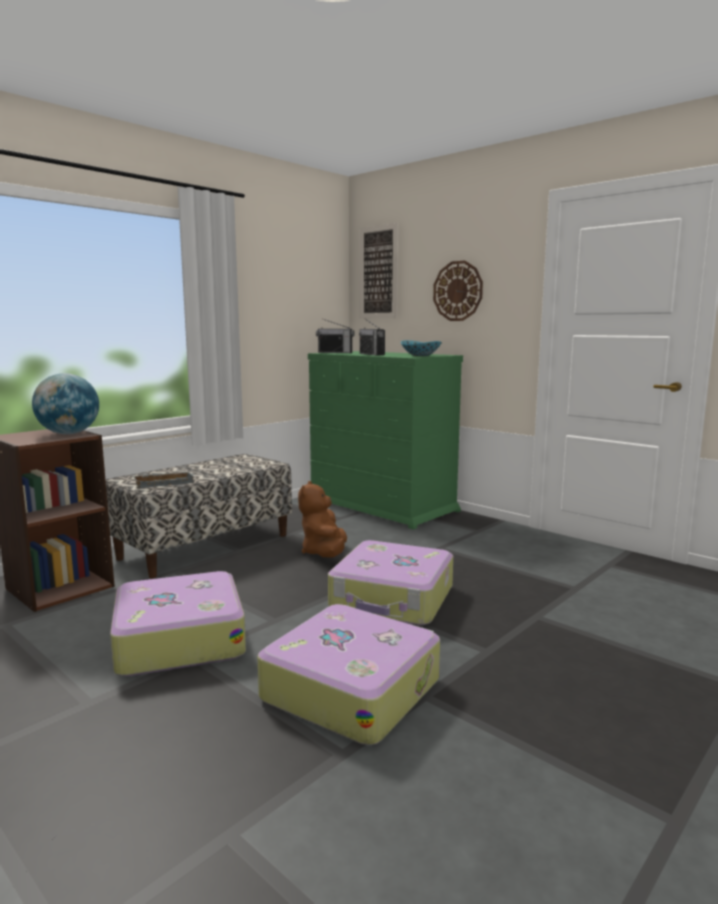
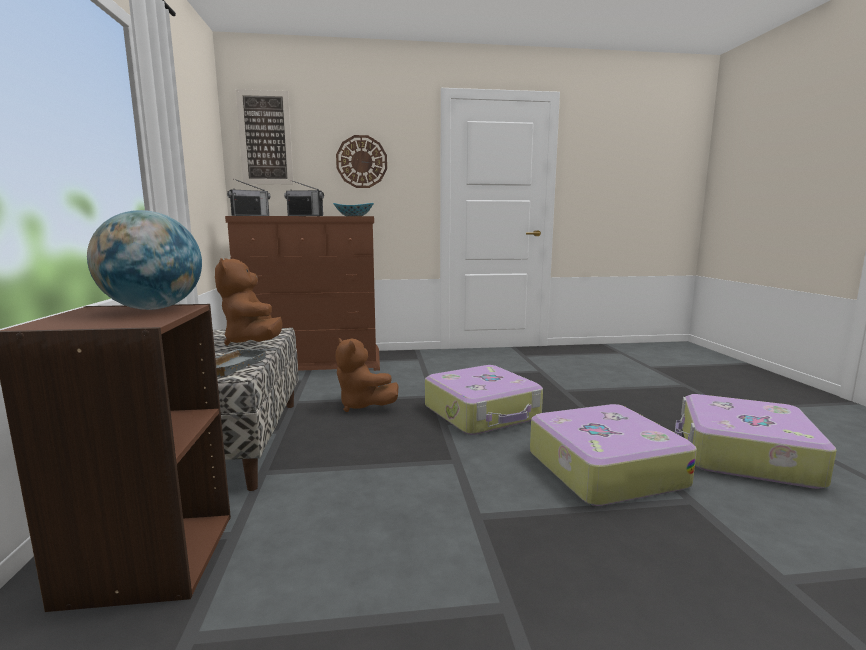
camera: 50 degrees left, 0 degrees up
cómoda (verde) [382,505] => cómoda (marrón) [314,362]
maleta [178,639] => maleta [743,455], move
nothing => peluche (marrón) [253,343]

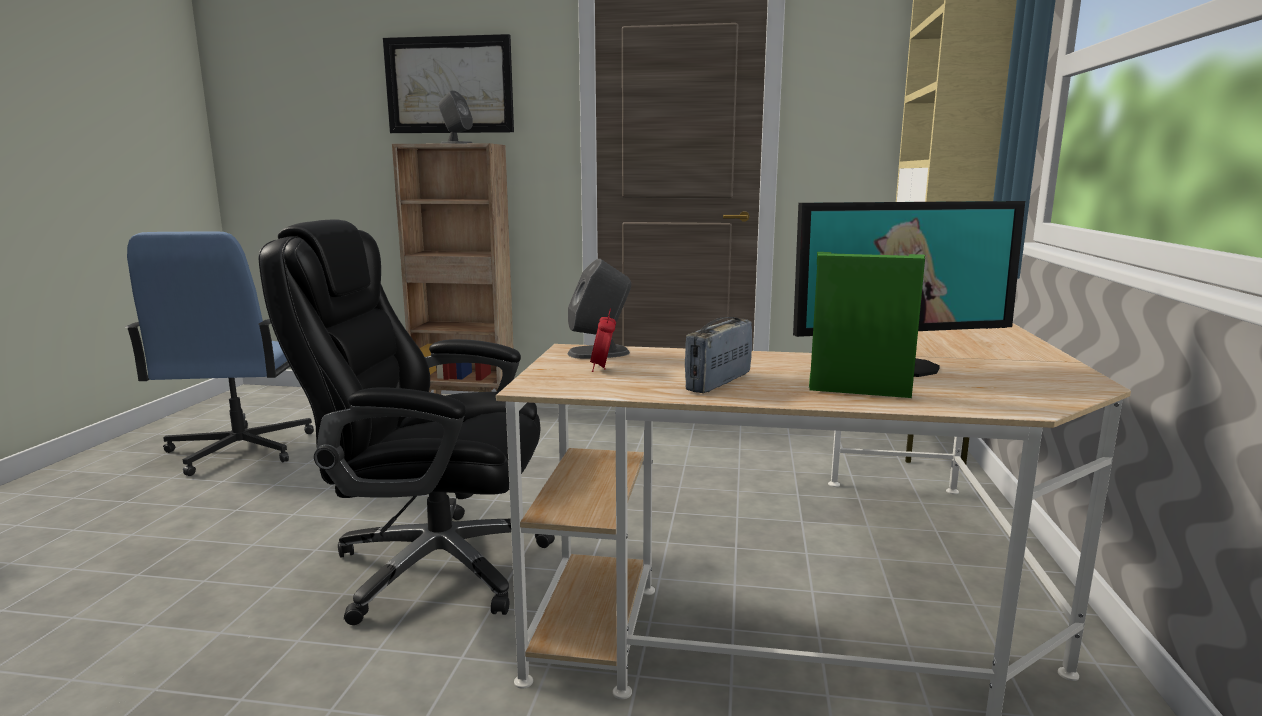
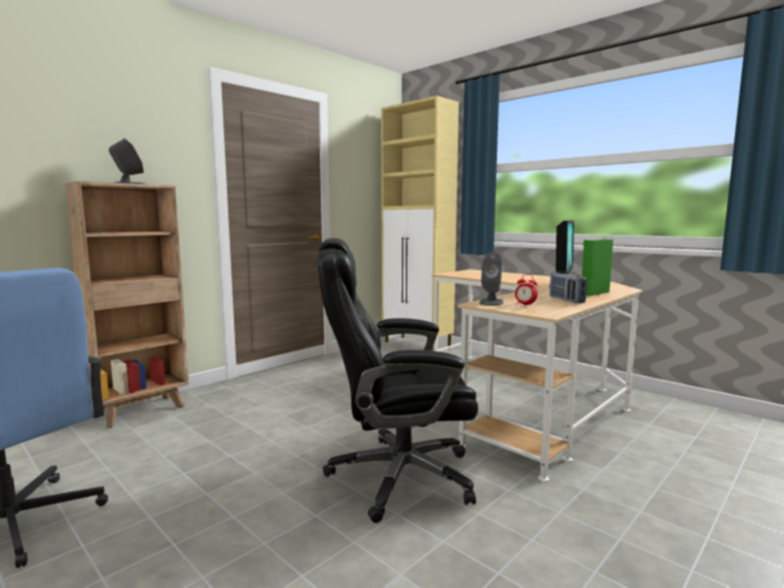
camera: 55 degrees left, 5 degrees down
cuadro [449,85] => nothing
silla de oficina (negro) [435,566] => silla de oficina (negro) [398,476], 45 degrees clockwise

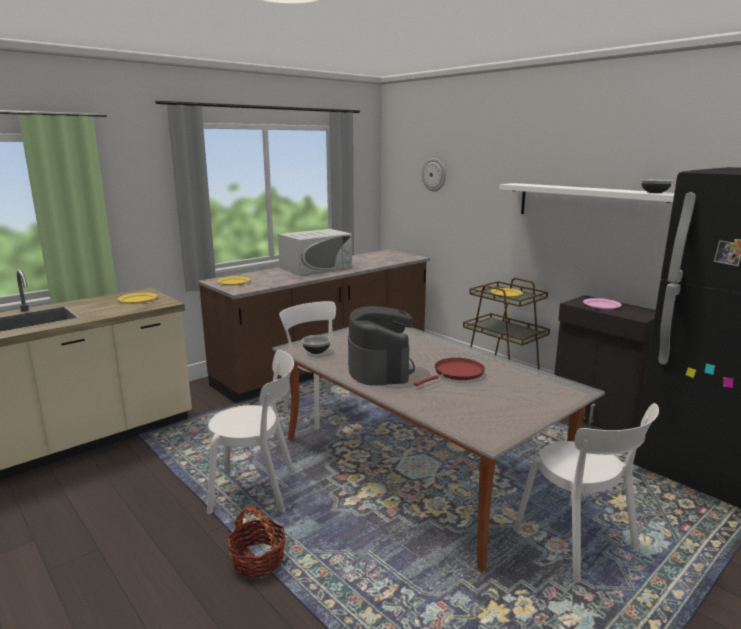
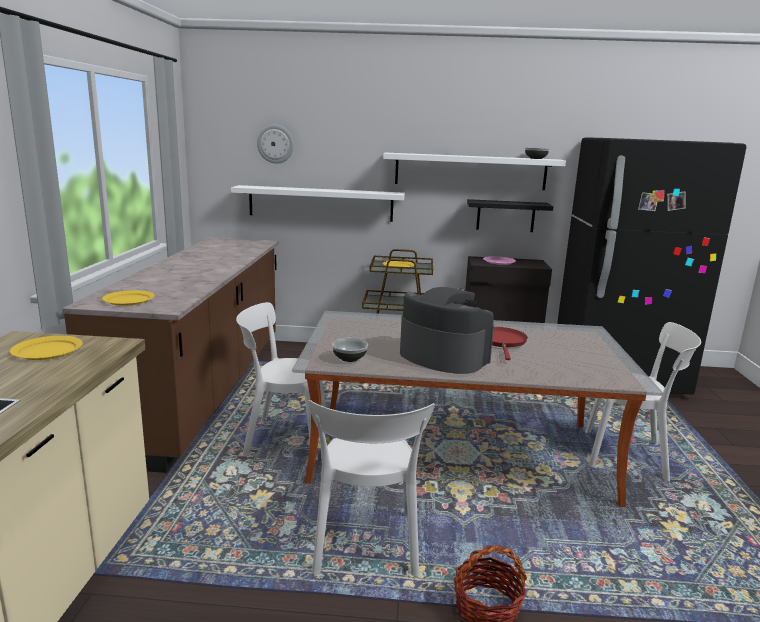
camera: 45 degrees left, 0 degrees up
microondas (blanco) [316,267] => nothing
silla (blanco) [258,489] => silla (blanco) [365,546], 135 degrees clockwise
nothing => estante (blanco) [320,203]
nothing => estante (negro) [505,216]

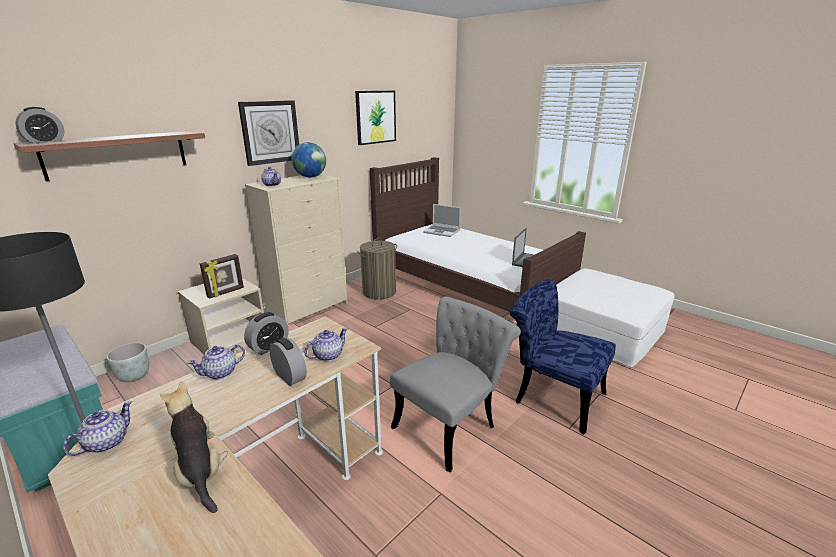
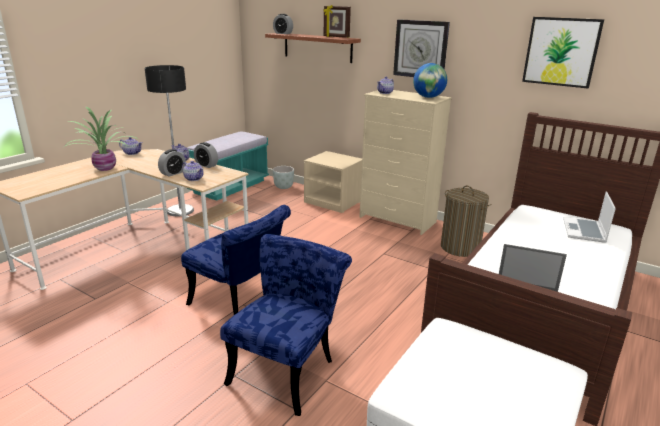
camera: 80 degrees right, 0 degrees up
portarretratos [226,292] => portarretratos [336,37], move
silla (gris) [451,424] => silla (azul) [240,303]
peluche [200,471] => planta en maceta [104,169]

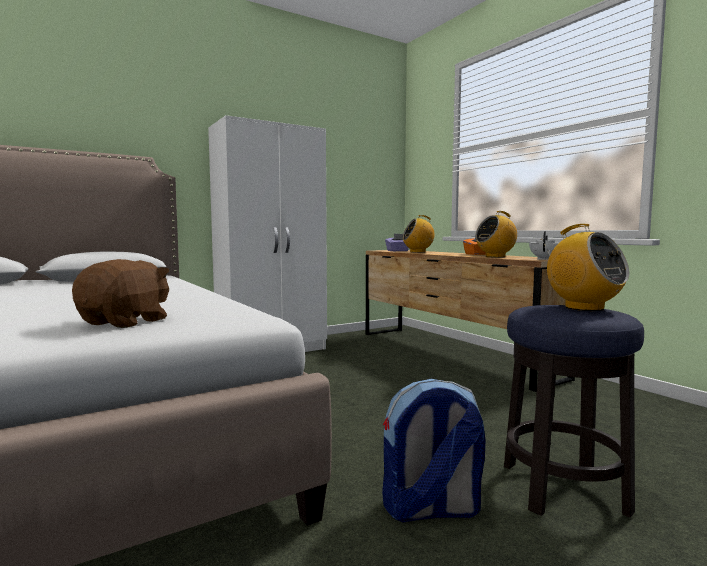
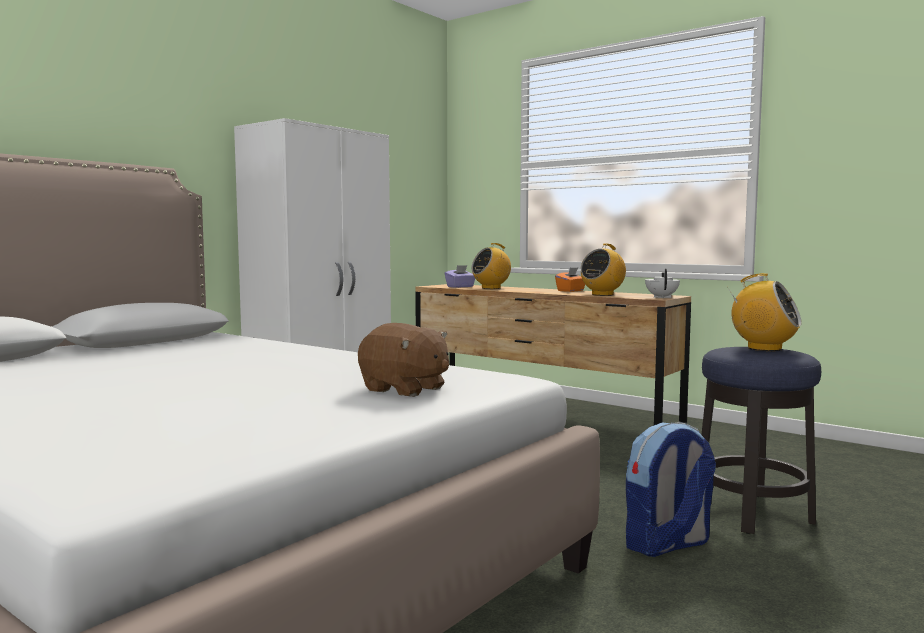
camera: 20 degrees left, 0 degrees up
peluche (marrón) [126,322] => peluche (marrón) [404,389], 120 degrees clockwise

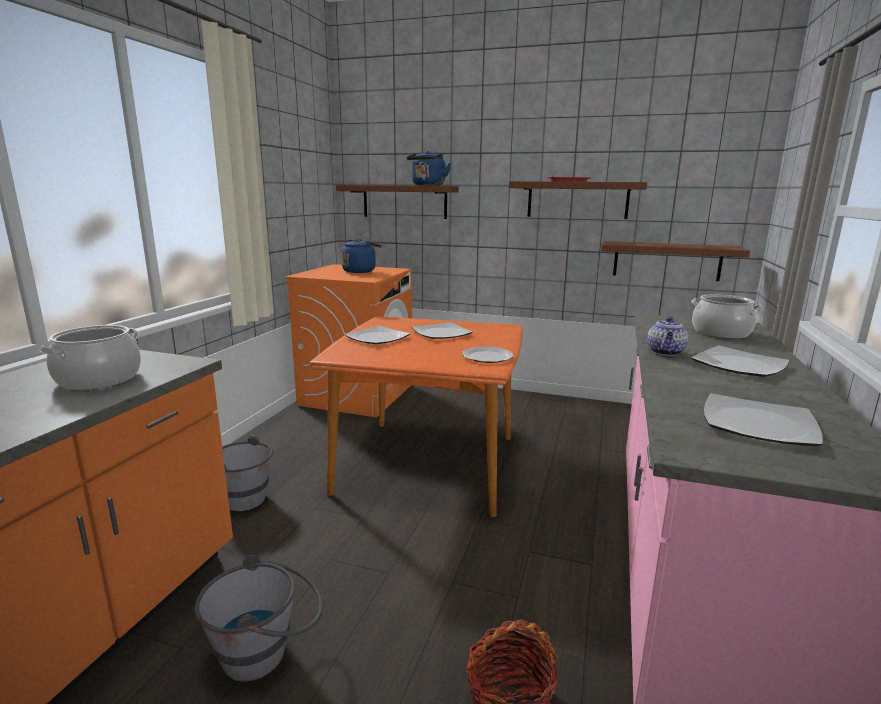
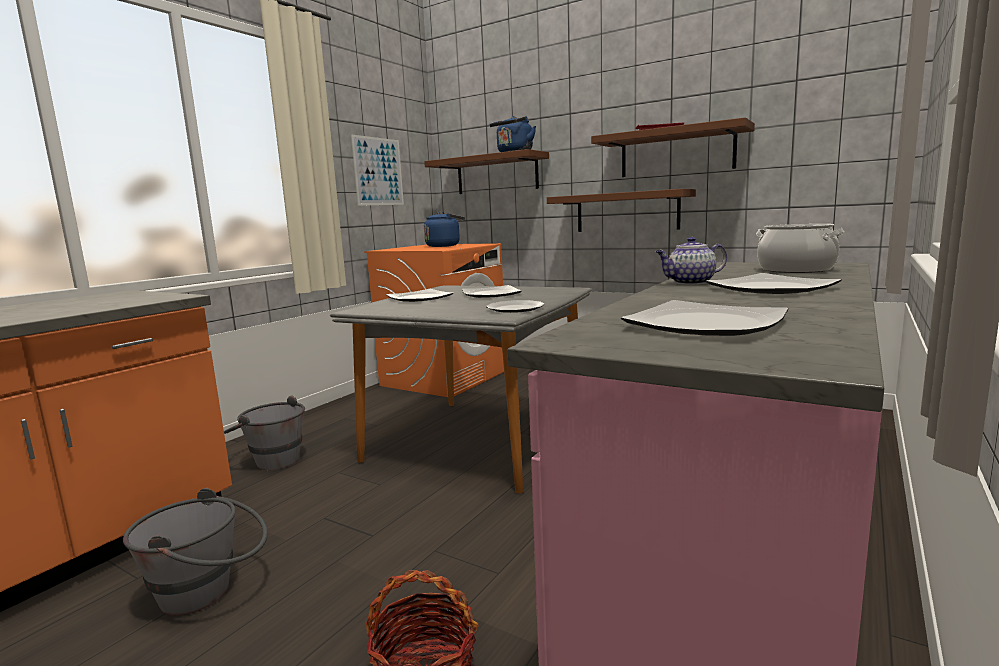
camera: 15 degrees right, 5 degrees down
estante (marrón) [666,260] => estante (marrón) [627,212], move
mesa de comedor (naranja) [429,463] => mesa de comedor (gris) [479,440]
tetera [666,352] => tetera [690,282], 45 degrees clockwise
olla [99,379] => nothing
nothing => cuadro [378,171]

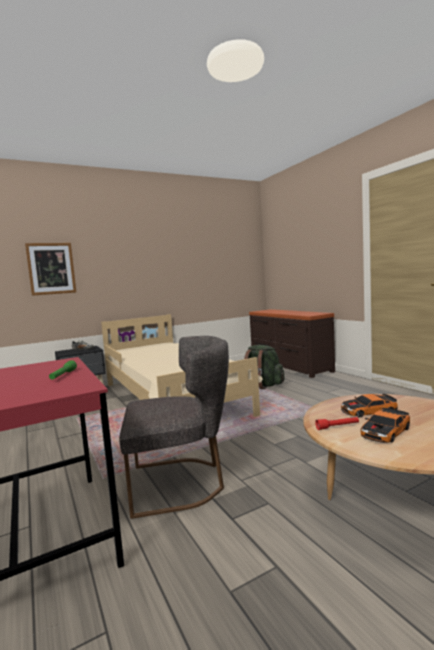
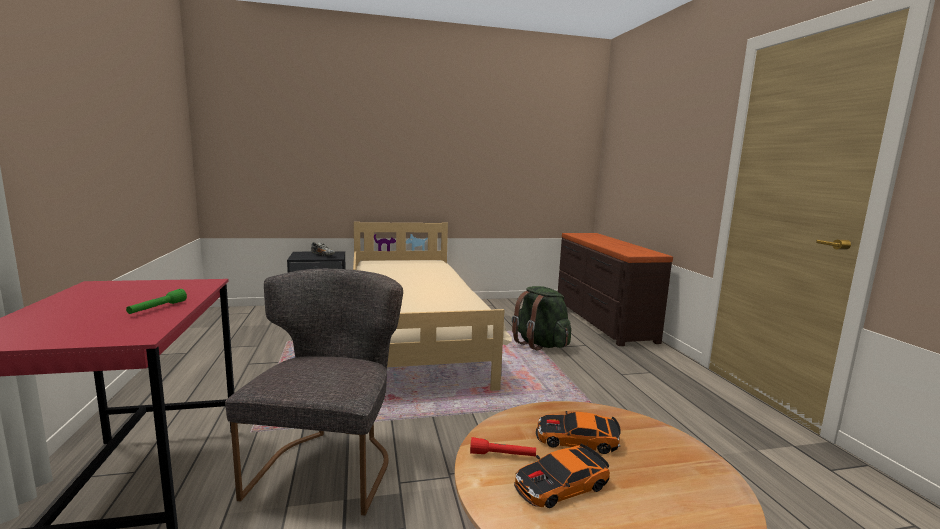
camera: 15 degrees right, 5 degrees up
cuadro [51,268] => nothing
silla (gris) [182,482] => silla (gris) [329,464], 90 degrees counterclockwise

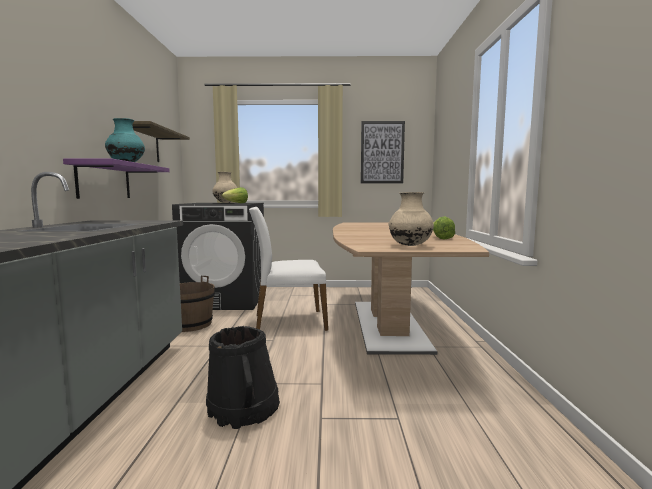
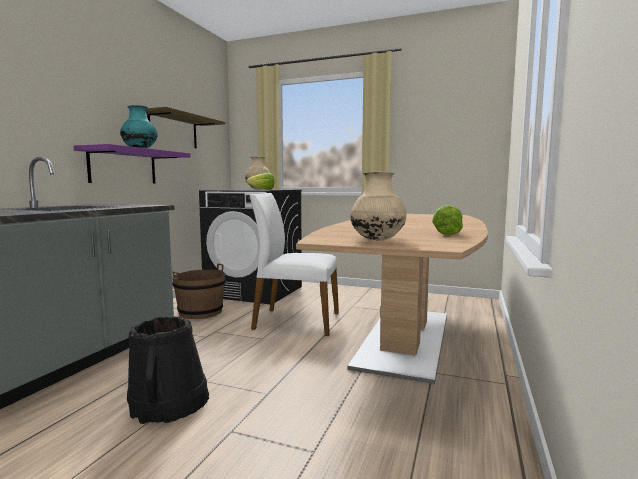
camera: 20 degrees right, 0 degrees up
cuadro [382,152] => nothing

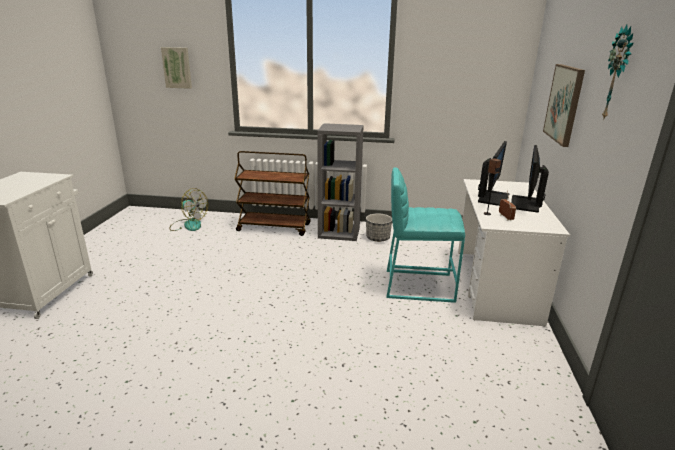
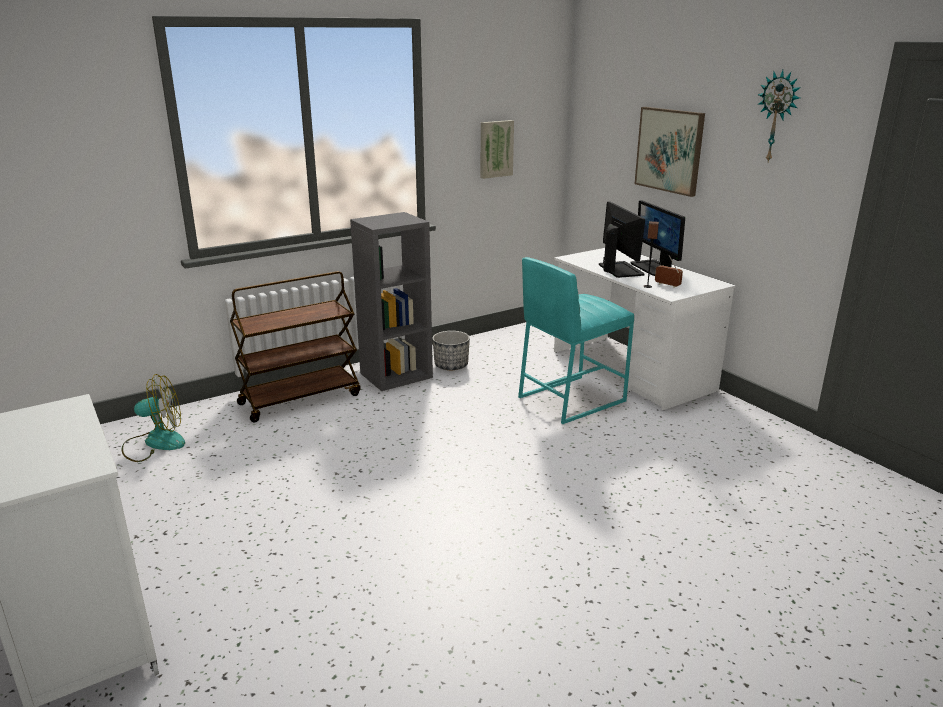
camera: 40 degrees left, 0 degrees up
cuadro [177,67] => cuadro [495,149], move

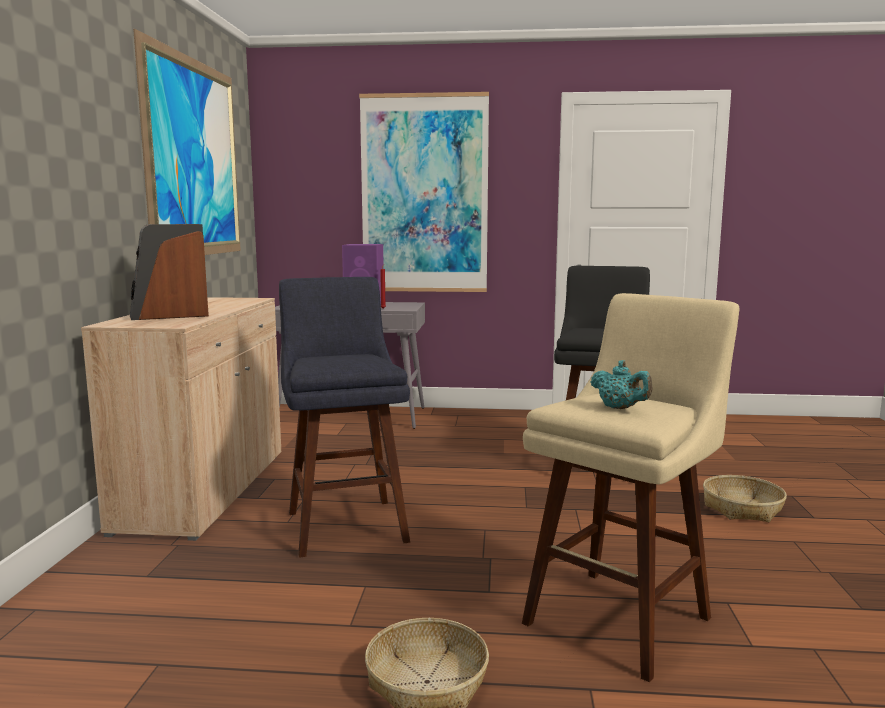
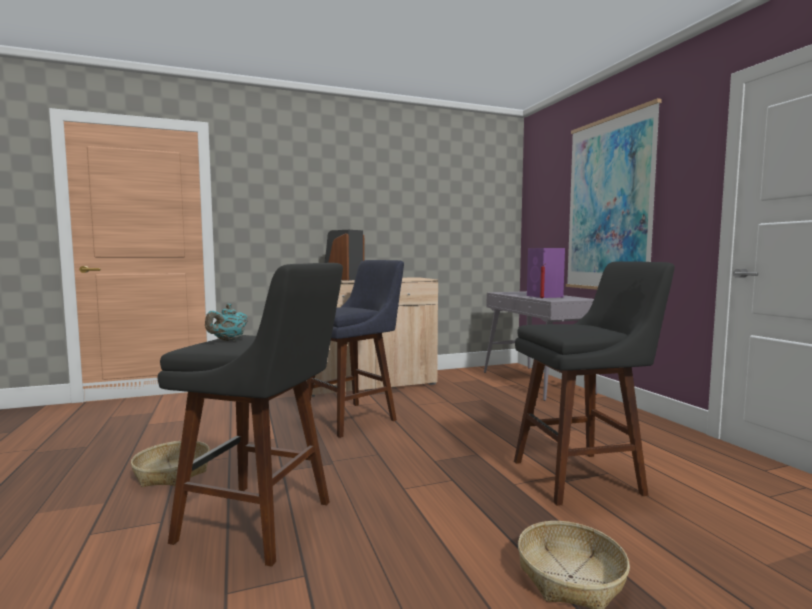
camera: 65 degrees right, 5 degrees down
cuadro [195,158] => nothing
taburete (beis) [623,615] => taburete (negro) [264,523]

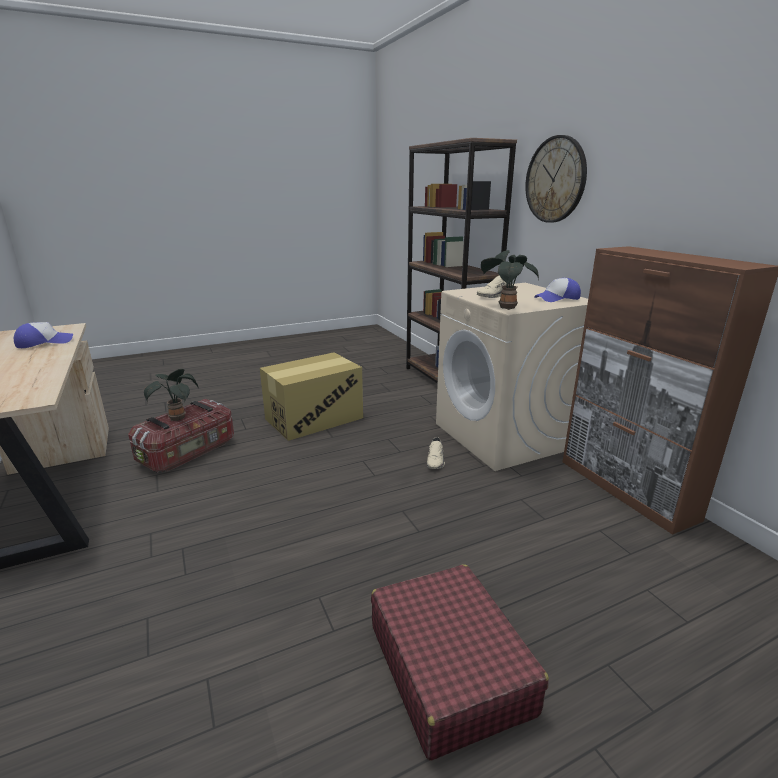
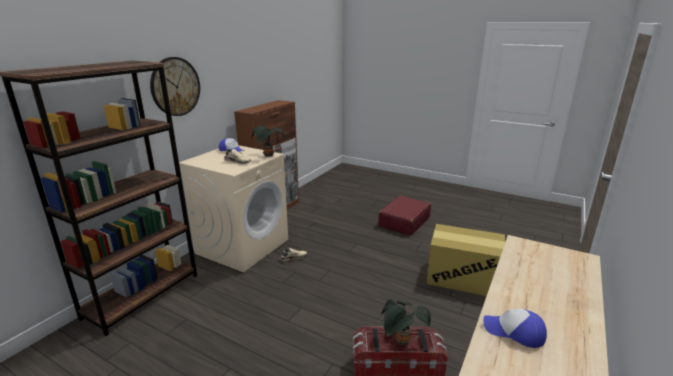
camera: 125 degrees left, 0 degrees up
caja de cartón [314,418] => caja de cartón [462,277], move

